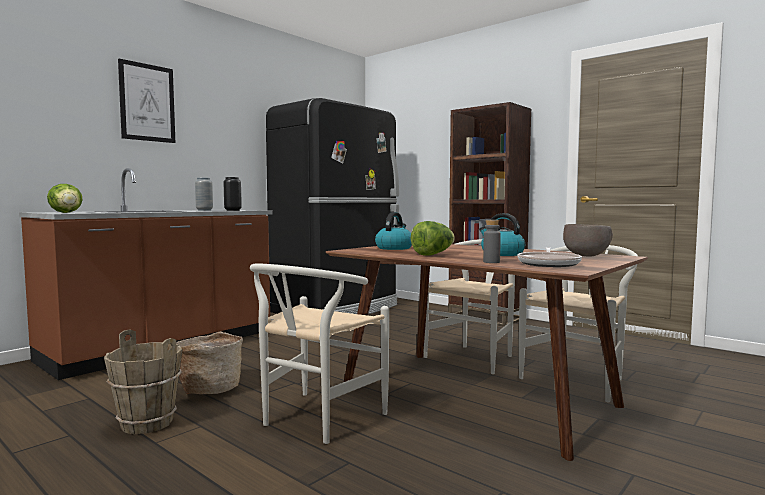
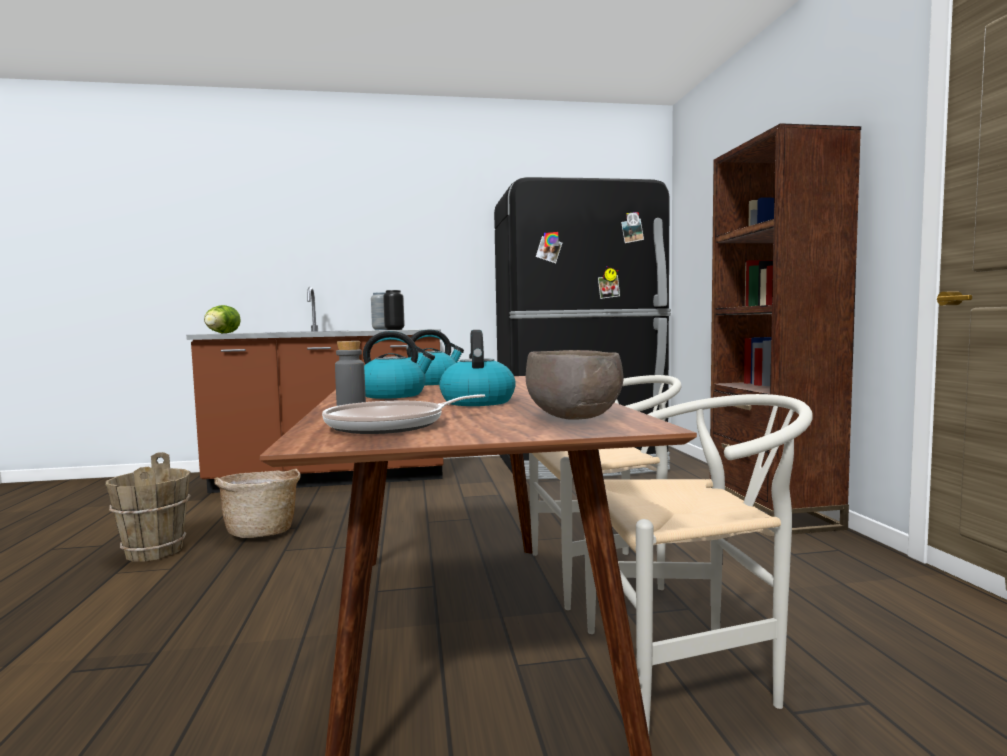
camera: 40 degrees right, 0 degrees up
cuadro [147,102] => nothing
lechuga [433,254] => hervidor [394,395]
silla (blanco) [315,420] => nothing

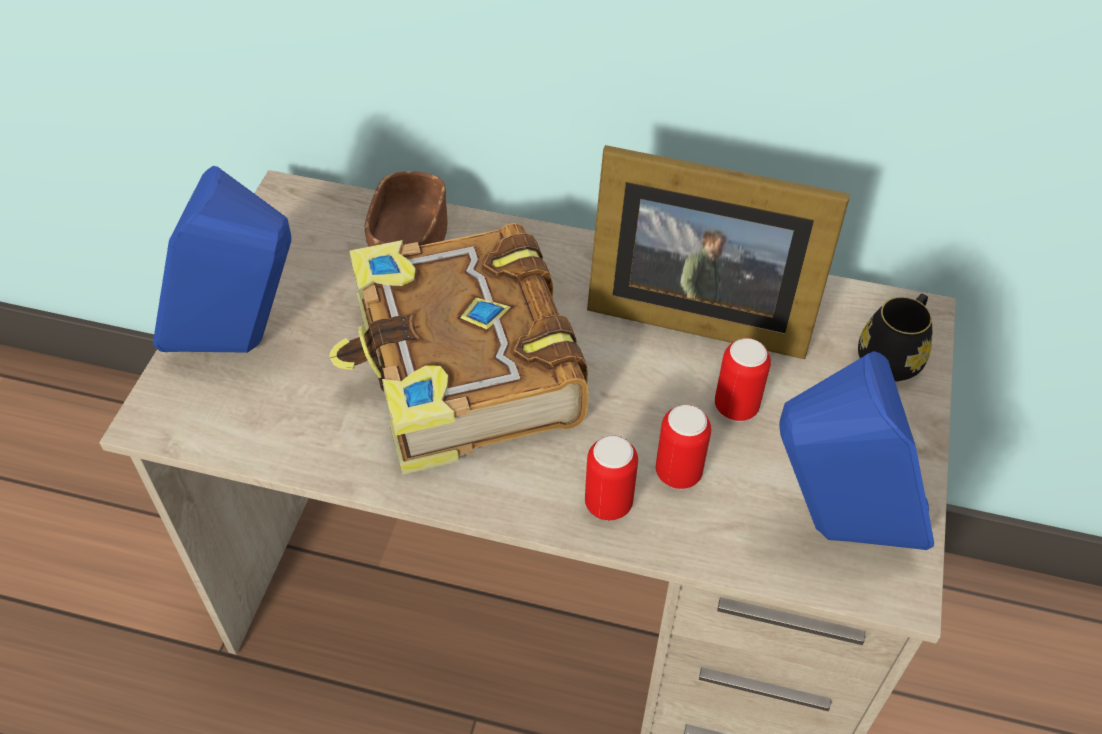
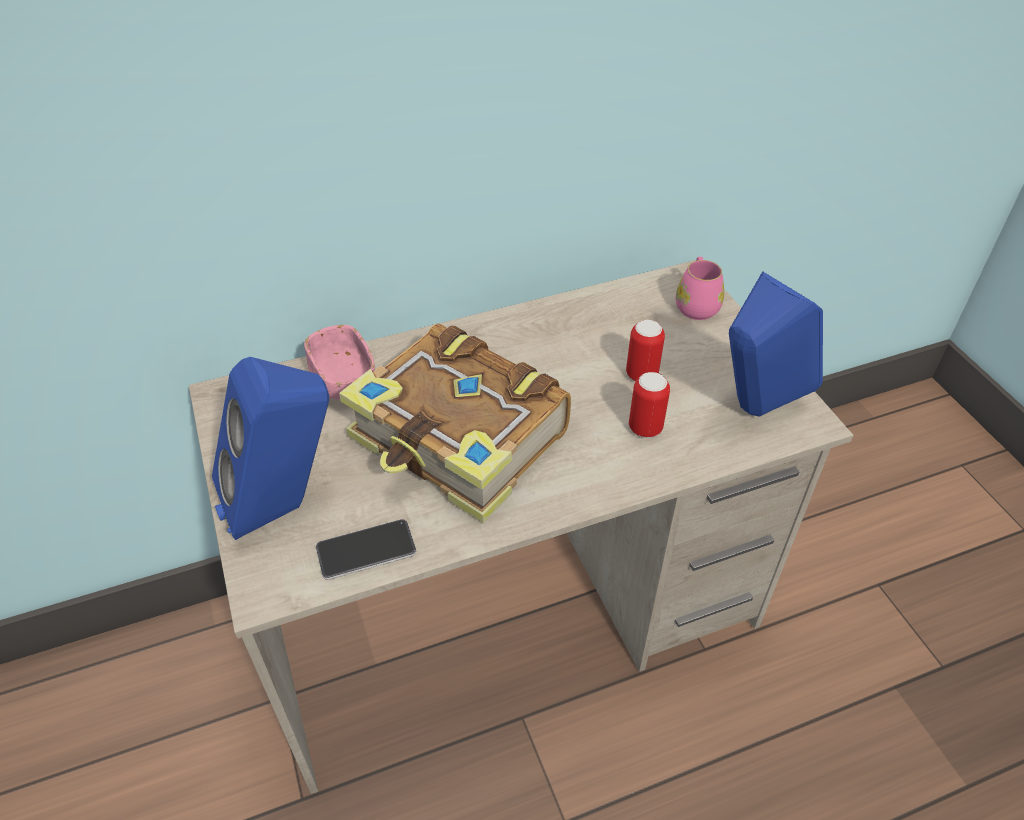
camera: 35 degrees left, 5 degrees down
portarretratos [693,309] => nothing
cuenco (marrón) [409,241] => cuenco (rosa) [344,381]
taza grande (negro) [892,355] => taza grande (rosa) [696,304]
lata [608,504] => nothing
nothing => móvil [366,550]

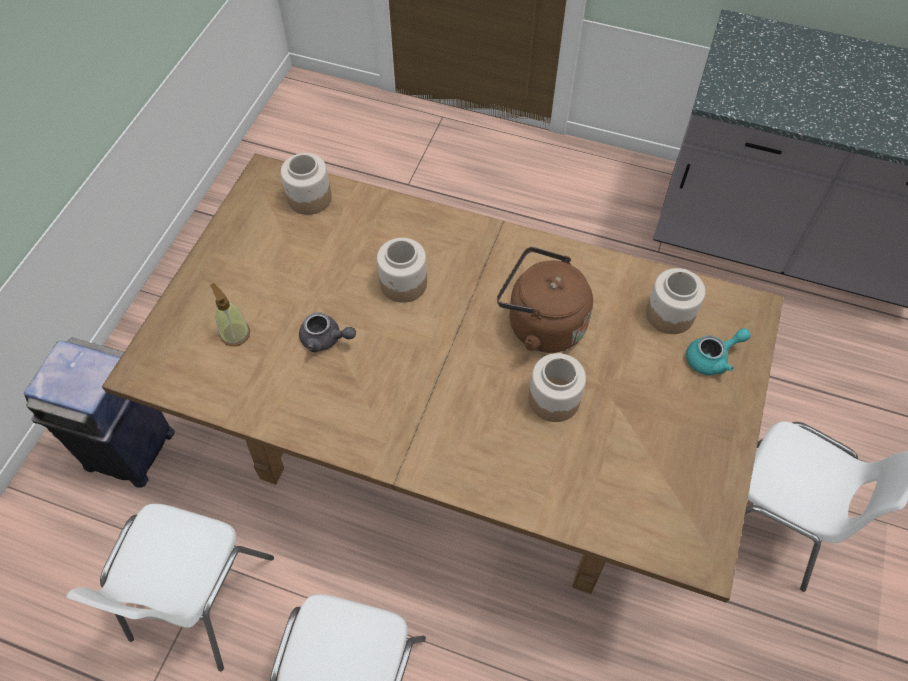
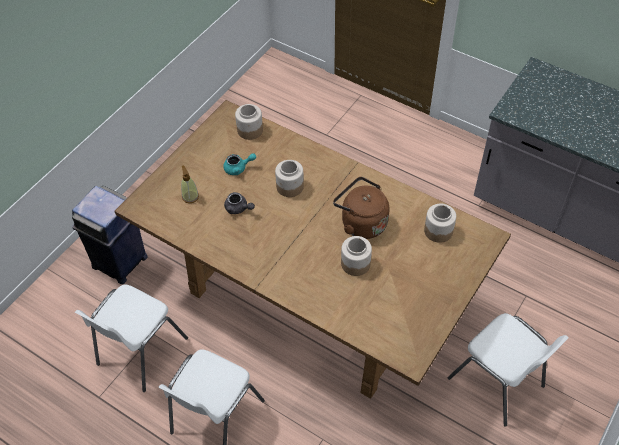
camera: 15 degrees right, 5 degrees down
tetera (turquesa) [712,358] => tetera (turquesa) [238,168], move

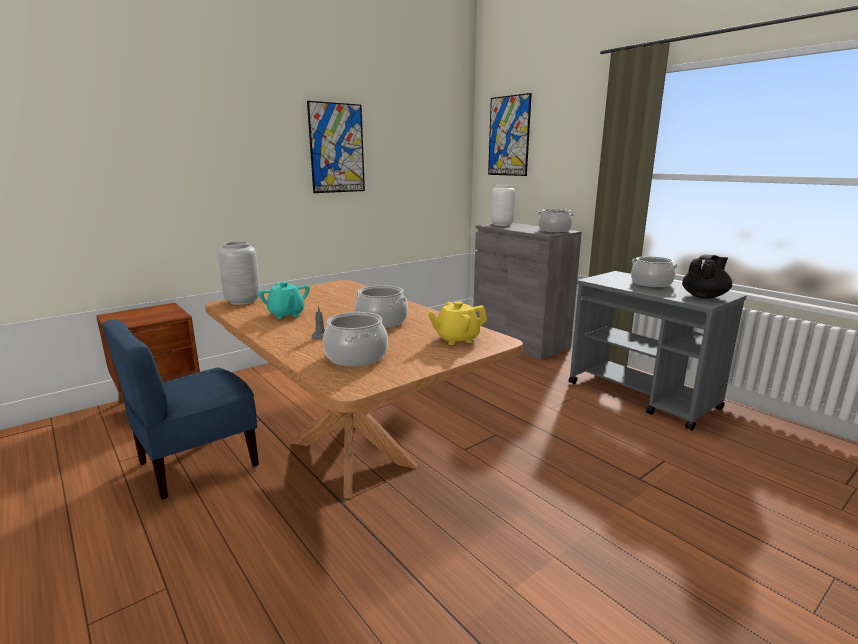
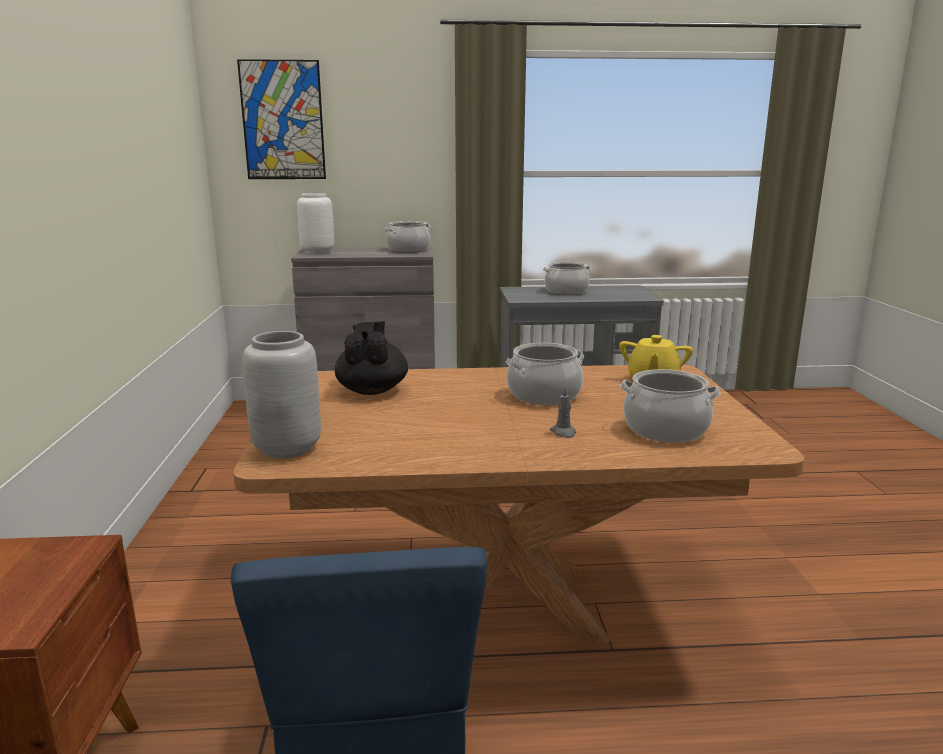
camera: 55 degrees left, 0 degrees up
cuadro [337,148] => nothing
tetera (negro) [704,296] => tetera (negro) [372,390], move
tetera (turquesa) [286,315] => nothing

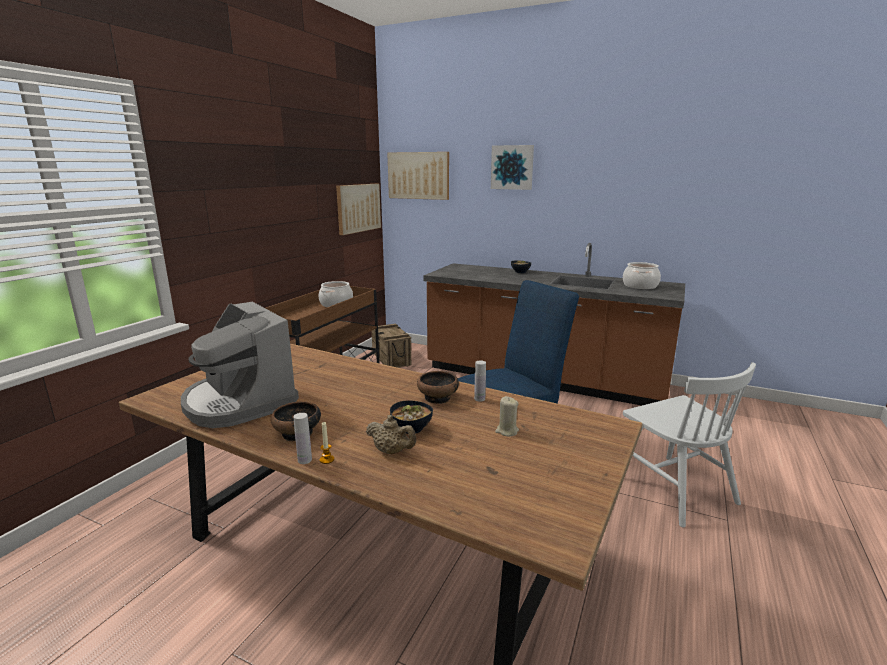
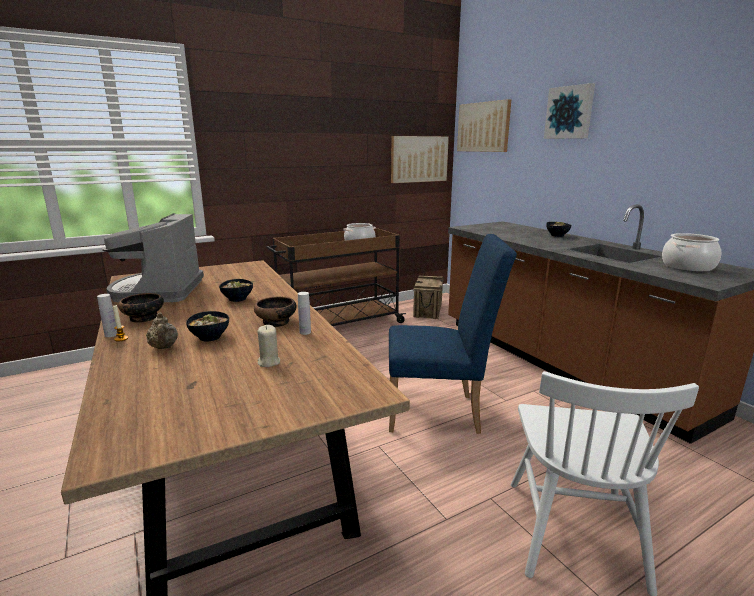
camera: 35 degrees right, 0 degrees up
nothing => cuenco [237,299]

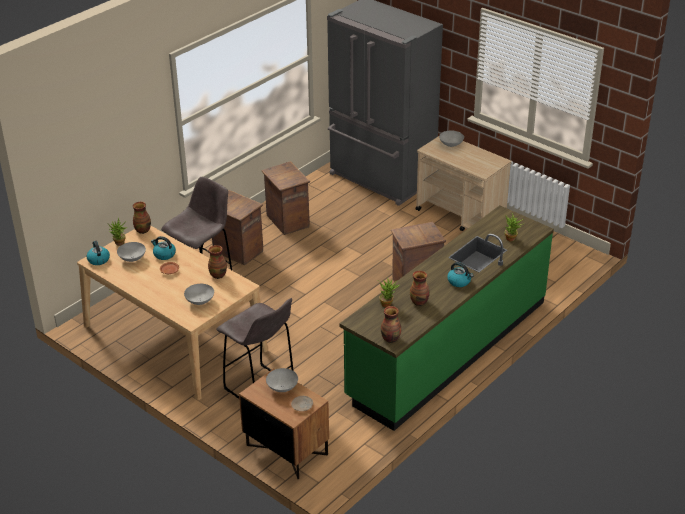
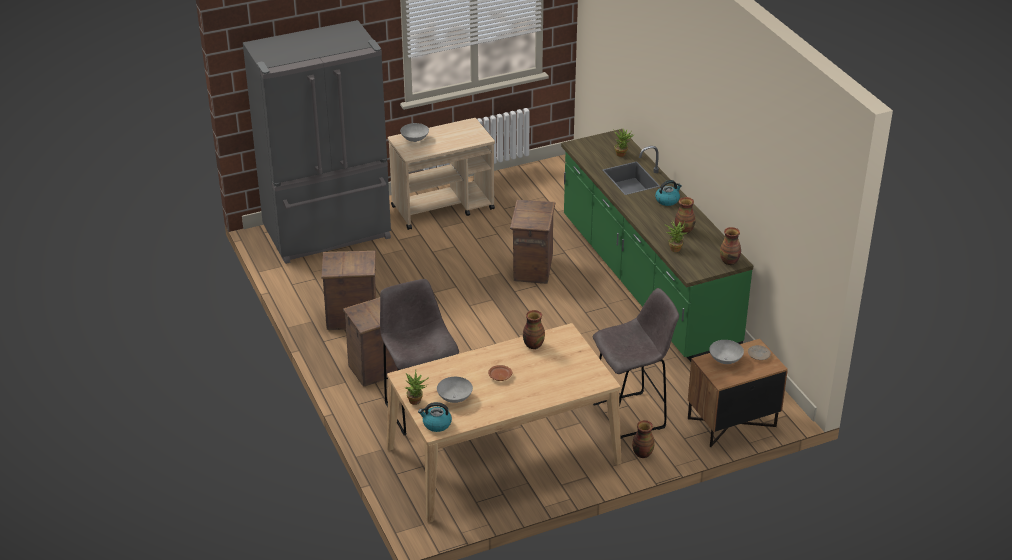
camera: 65 degrees left, 0 degrees up
florero [143,230] => florero [642,453], move
hervidor [164,254] => nothing
cuenco (gris) [199,301] => nothing

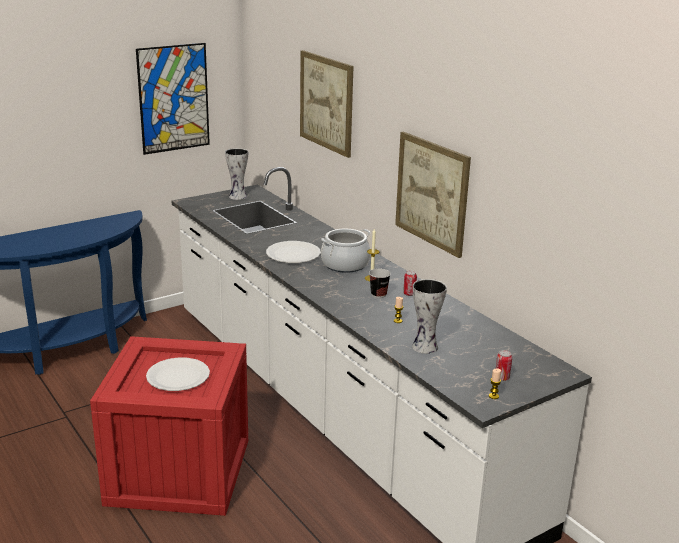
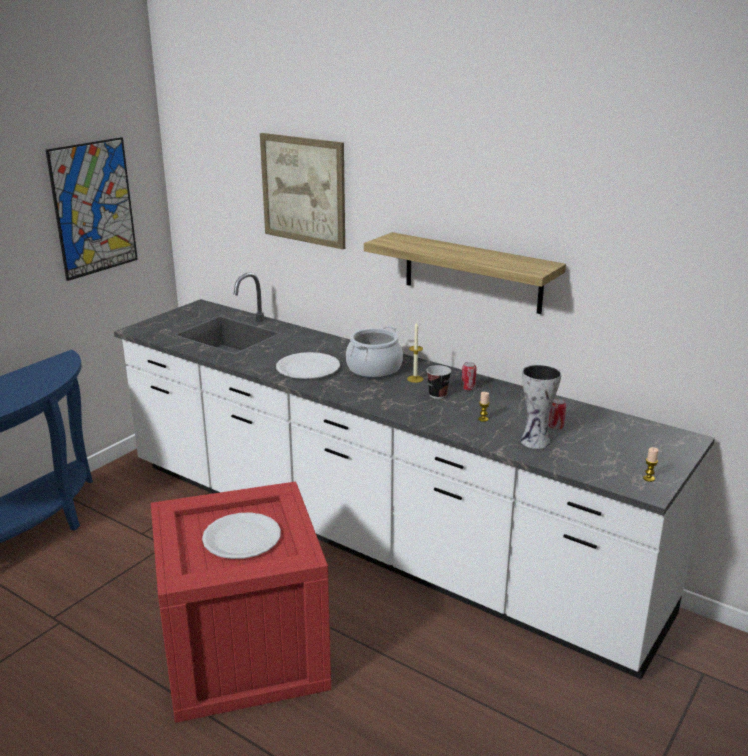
camera: 20 degrees left, 0 degrees up
cuadro [432,193] => estante [472,272]
florero [238,196] => nothing
lata [502,378] => lata [556,427], move

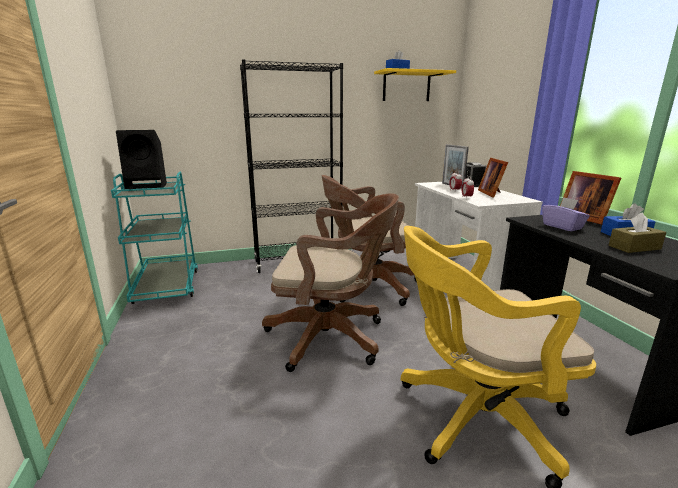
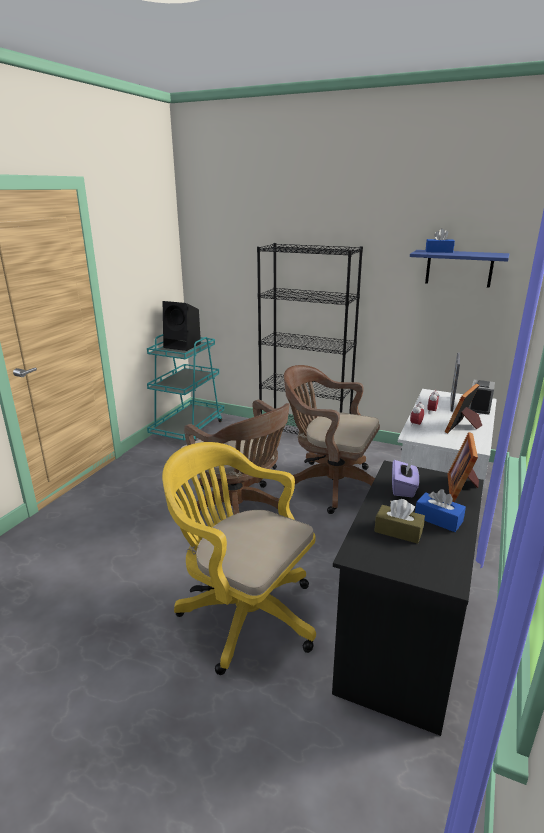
camera: 40 degrees right, 5 degrees up
estante (amarillo) [406,86] => estante (azul) [459,268]

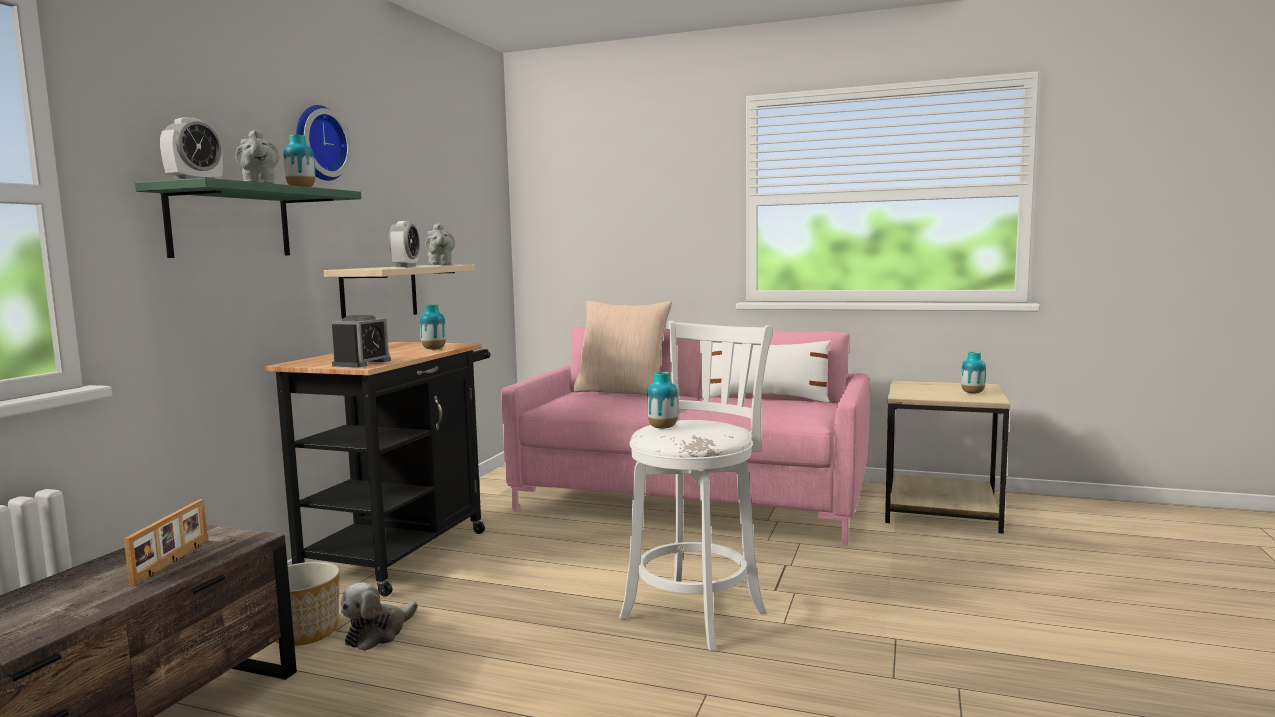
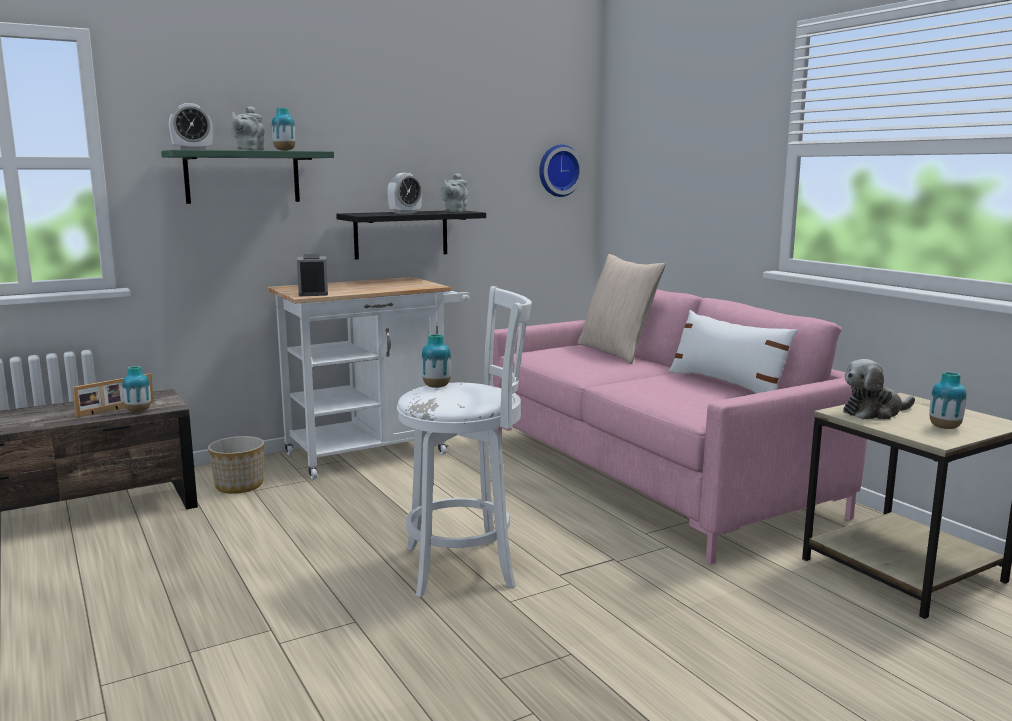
camera: 40 degrees right, 5 degrees up
reloj de pared [318,143] => reloj de pared [558,170], move
estante (beis) [379,293] => estante (negro) [401,234]
florero [434,349] => florero [138,411], move
despertador [362,363] => despertador [313,293], 105 degrees clockwise
carrito (negro) [403,551] => carrito (blanco) [376,452]
peluche [378,633] => peluche [874,412], move

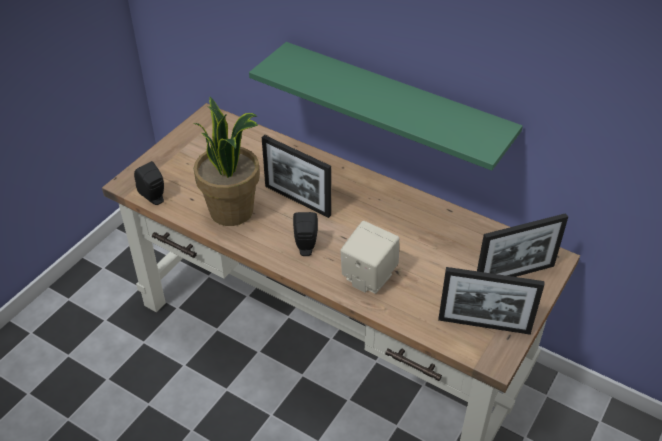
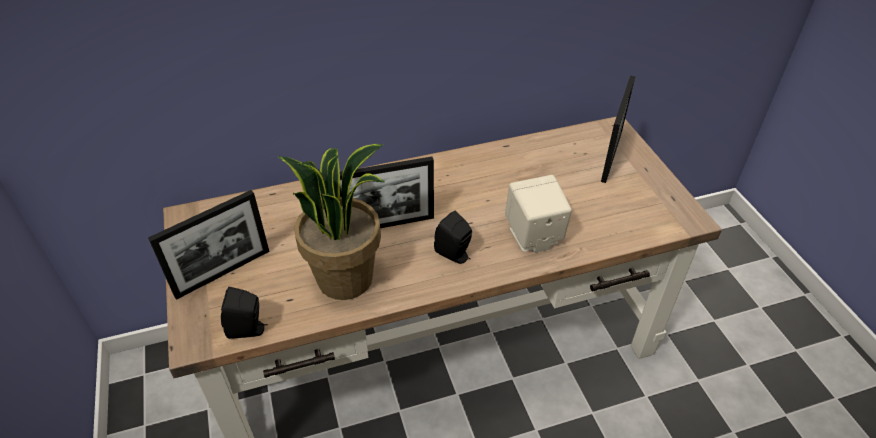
camera: 50 degrees left, 0 degrees up
estante (verde) [395,106] => nothing
portarretratos [484,325] => portarretratos [223,273], move

